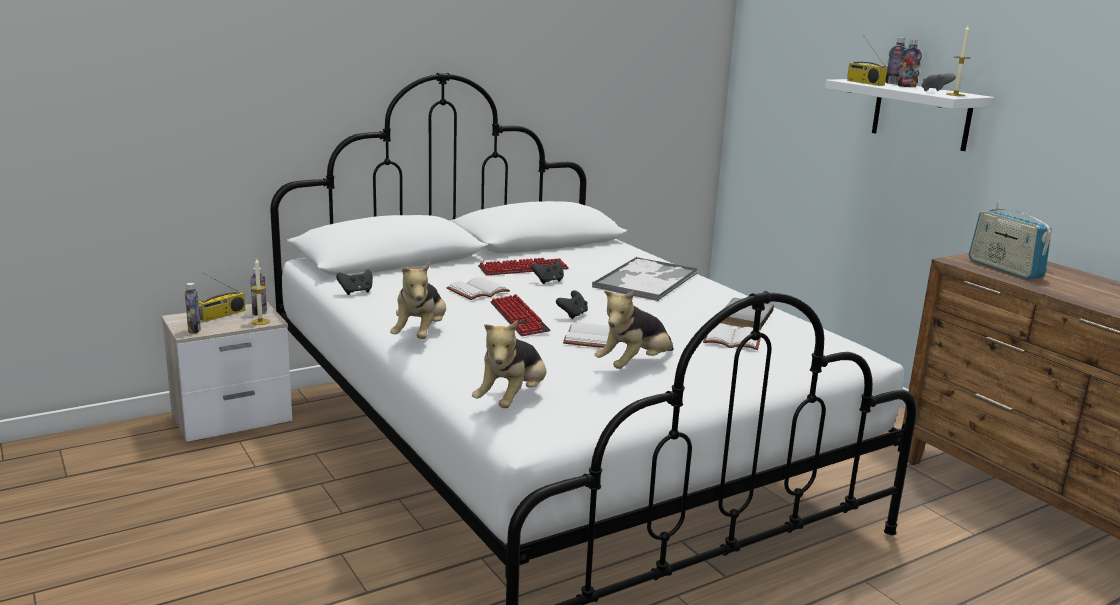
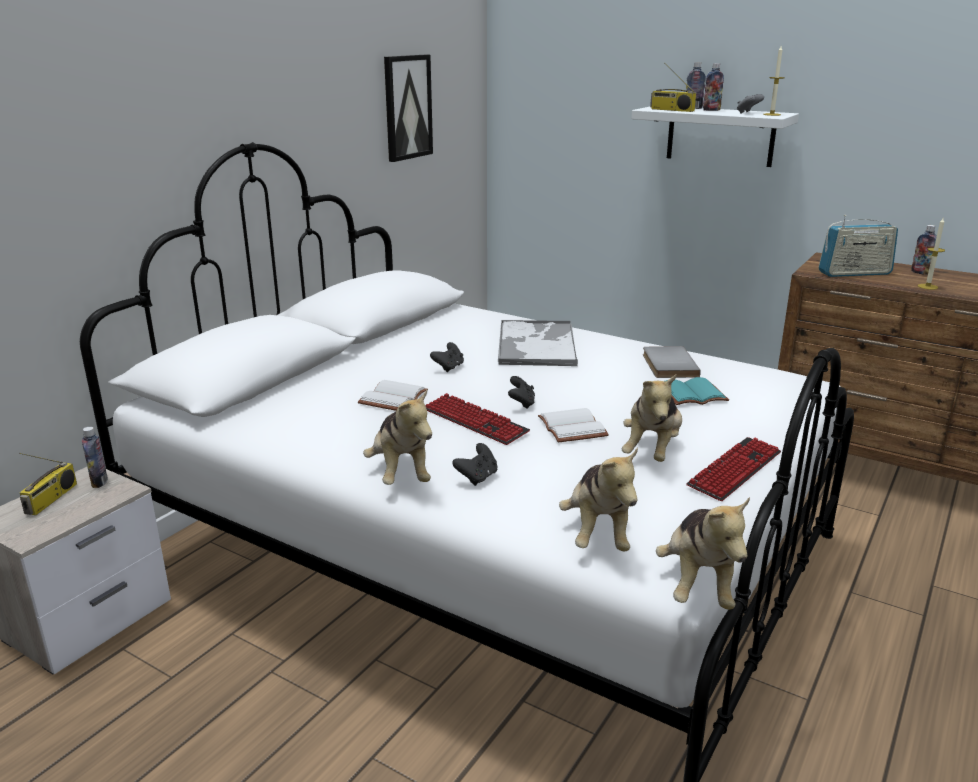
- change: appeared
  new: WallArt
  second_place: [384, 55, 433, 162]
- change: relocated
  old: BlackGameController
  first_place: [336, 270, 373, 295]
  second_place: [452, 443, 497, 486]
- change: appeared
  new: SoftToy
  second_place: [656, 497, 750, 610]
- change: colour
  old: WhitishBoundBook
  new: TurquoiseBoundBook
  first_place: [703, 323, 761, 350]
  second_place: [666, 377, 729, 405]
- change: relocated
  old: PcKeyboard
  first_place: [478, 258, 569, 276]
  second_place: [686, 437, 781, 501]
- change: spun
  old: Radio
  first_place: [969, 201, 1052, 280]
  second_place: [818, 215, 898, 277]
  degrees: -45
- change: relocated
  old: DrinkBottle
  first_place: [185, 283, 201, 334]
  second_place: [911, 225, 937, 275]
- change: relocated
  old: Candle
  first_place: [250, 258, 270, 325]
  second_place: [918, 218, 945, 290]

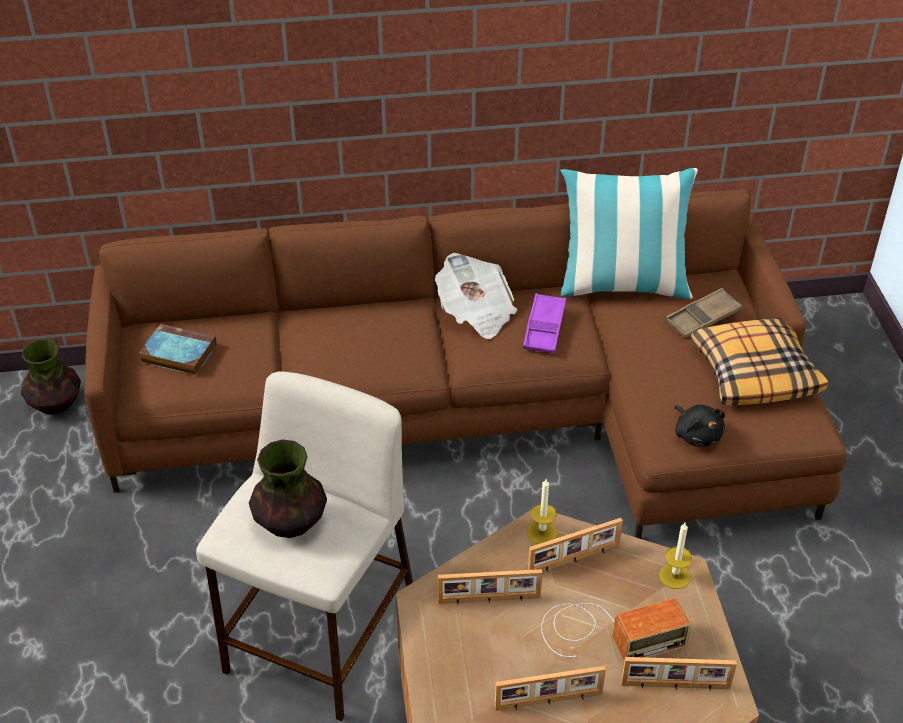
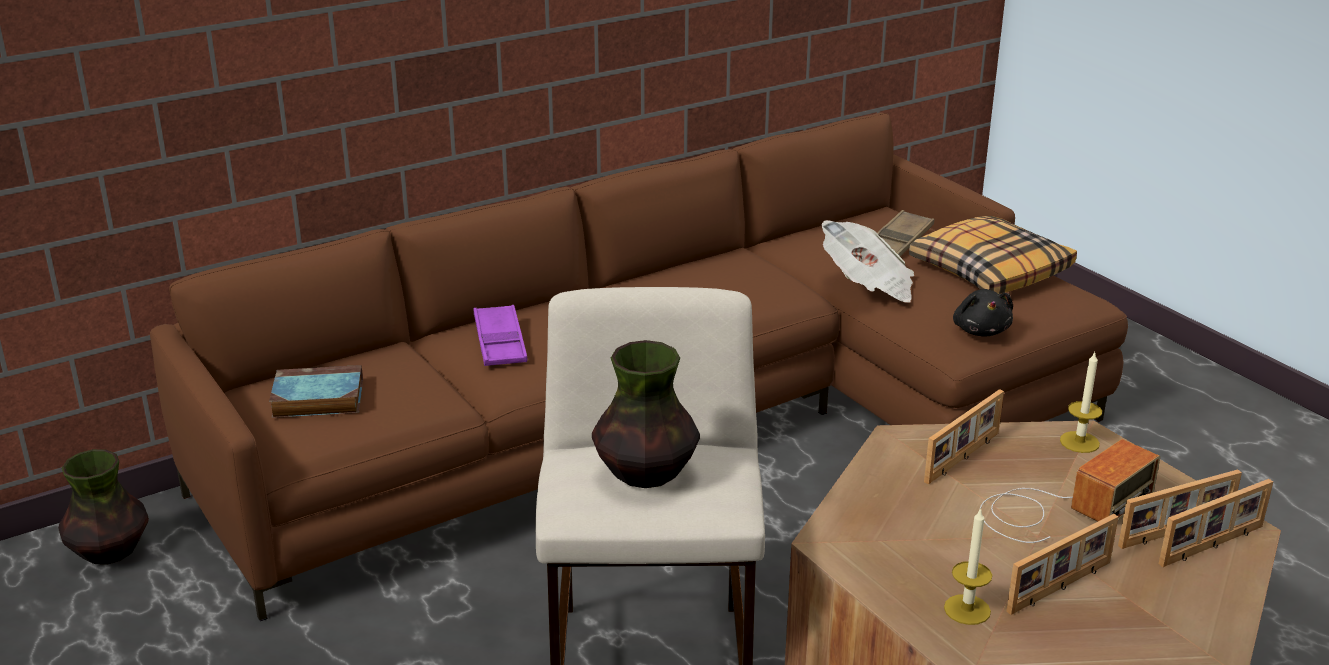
- change: relocated
  old: PurplishTray
  first_place: [523, 293, 566, 353]
  second_place: [473, 305, 527, 366]
- change: relocated
  old: DailyPaper
  first_place: [435, 253, 517, 339]
  second_place: [822, 220, 914, 303]
- change: relocated
  old: Candle
  first_place: [527, 479, 557, 544]
  second_place: [944, 507, 992, 625]
- change: spun
  old: BlackSoftToy
  first_place: [674, 405, 725, 447]
  second_place: [953, 289, 1013, 337]
  degrees: 45
- change: relocated
  old: StandingFrame
  first_place: [438, 569, 542, 604]
  second_place: [1159, 479, 1273, 567]
- change: missing
  old: Pillow
  first_place: [560, 168, 698, 299]

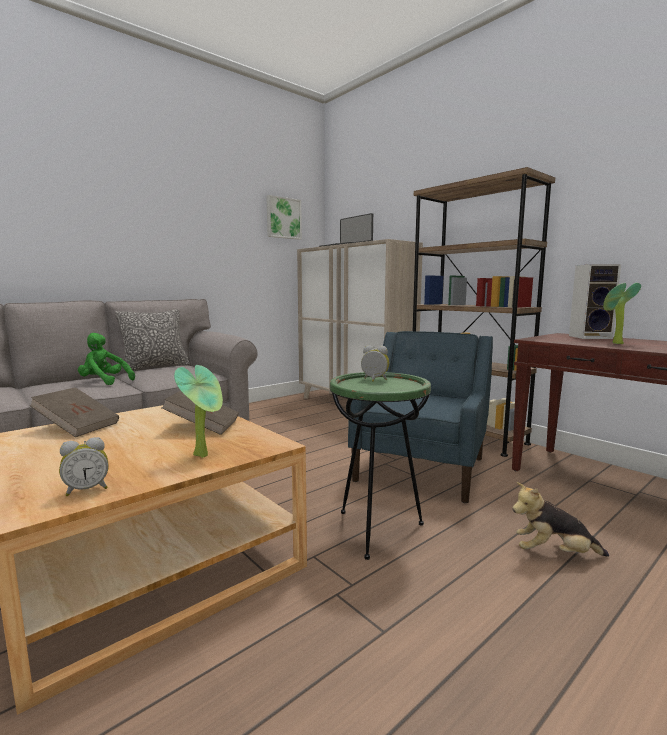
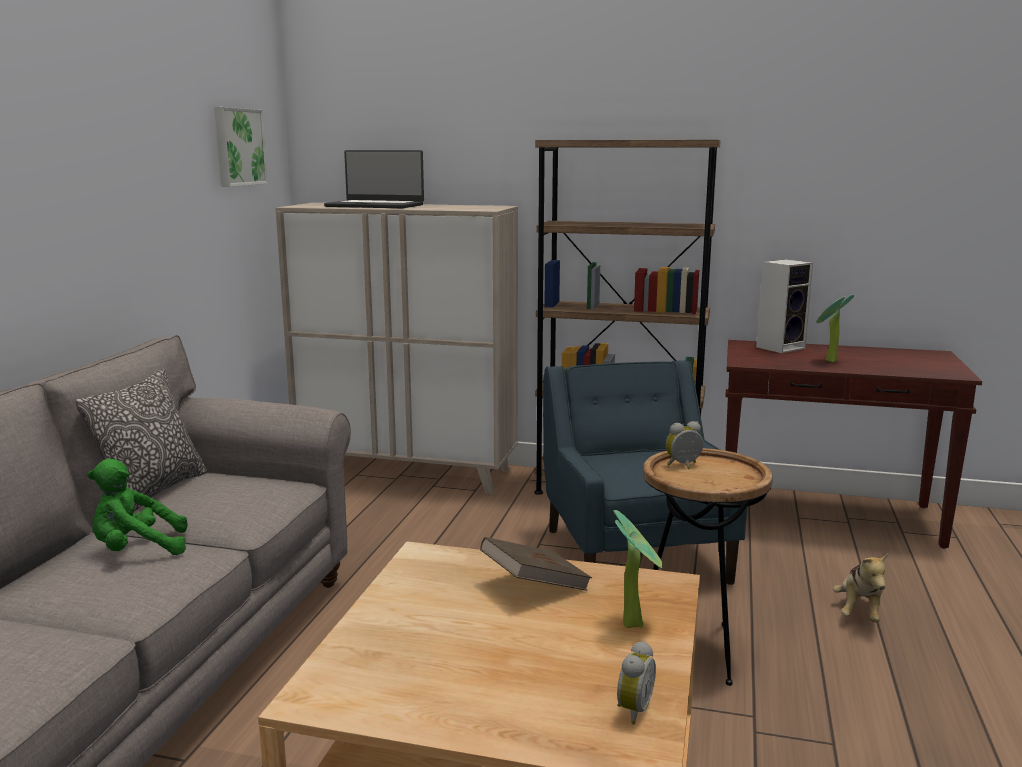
- change: colour
  old: GreenAccentTable
  new: BrownAccentTable
  first_place: [330, 372, 431, 560]
  second_place: [643, 448, 773, 686]
- change: spun
  old: SoftToy
  first_place: [512, 482, 609, 557]
  second_place: [833, 552, 889, 622]
  degrees: -45
- change: missing
  old: BrownBoundBook
  first_place: [29, 387, 119, 437]

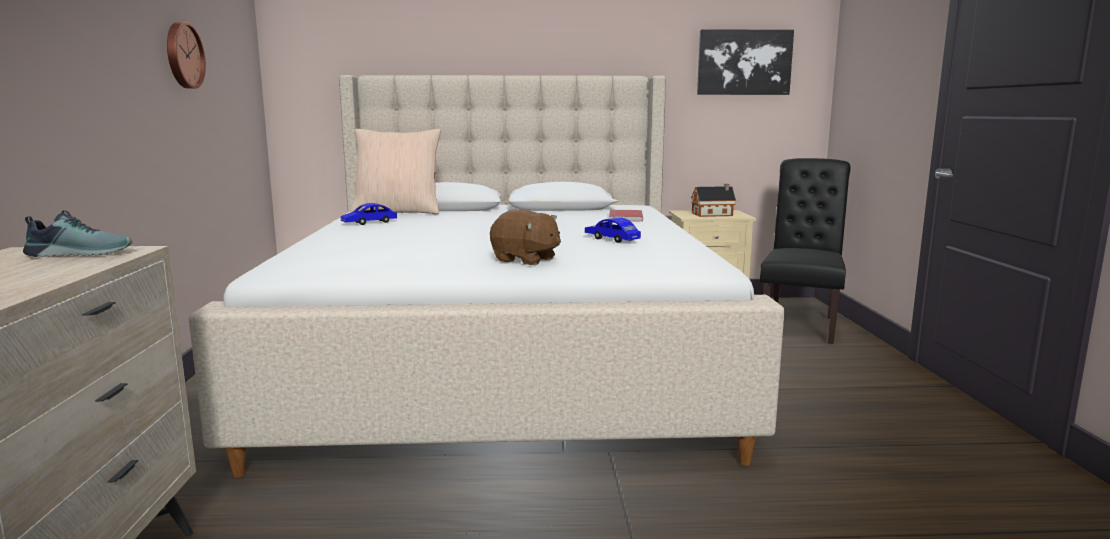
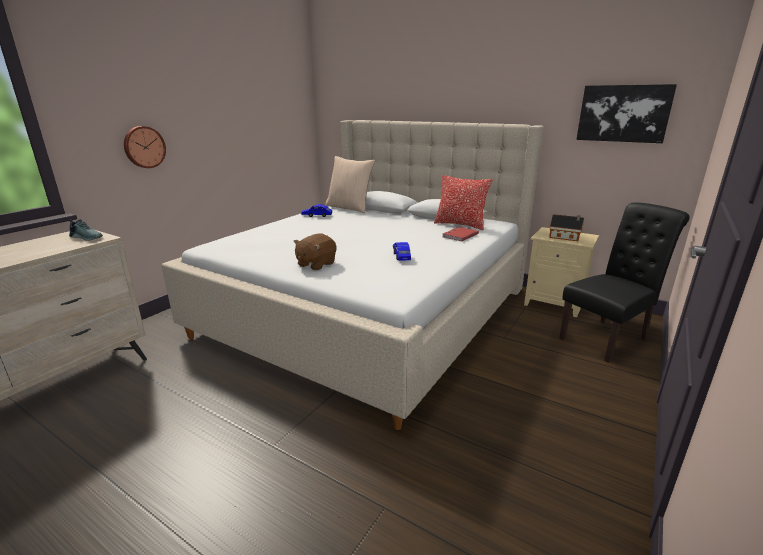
- change: relocated
  old: ClockOnTheWall
  first_place: [167, 22, 206, 89]
  second_place: [124, 126, 166, 168]
- change: spun
  old: BrownSoftToy
  first_place: [490, 209, 561, 265]
  second_place: [294, 233, 336, 271]
  degrees: 60
- change: appeared
  new: Pillow
  second_place: [434, 175, 493, 230]

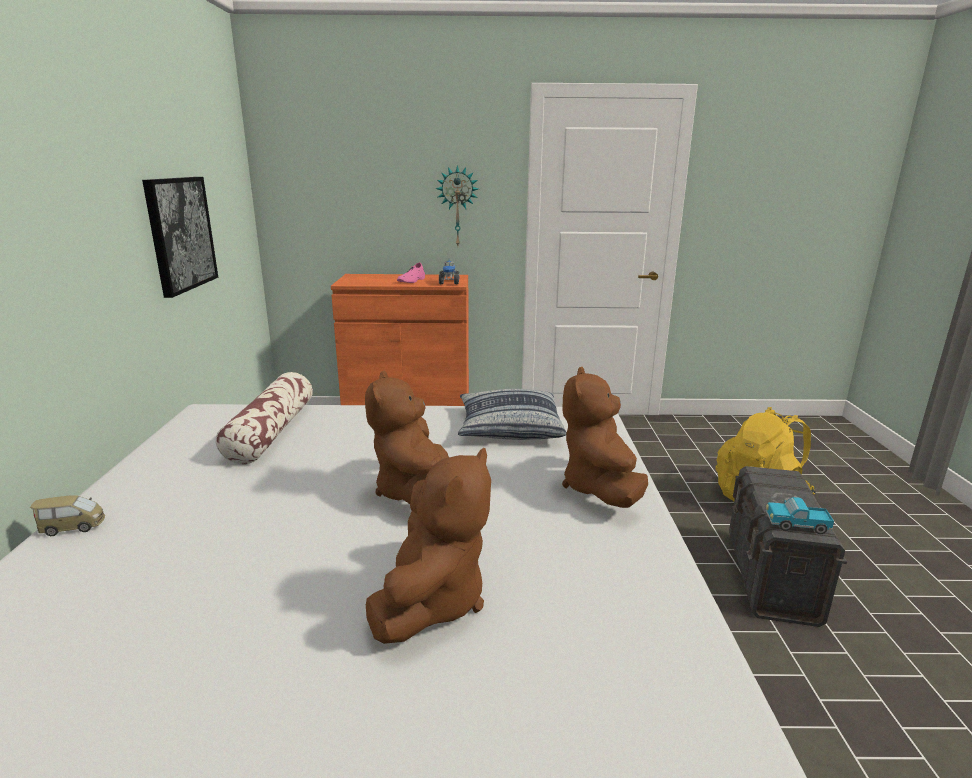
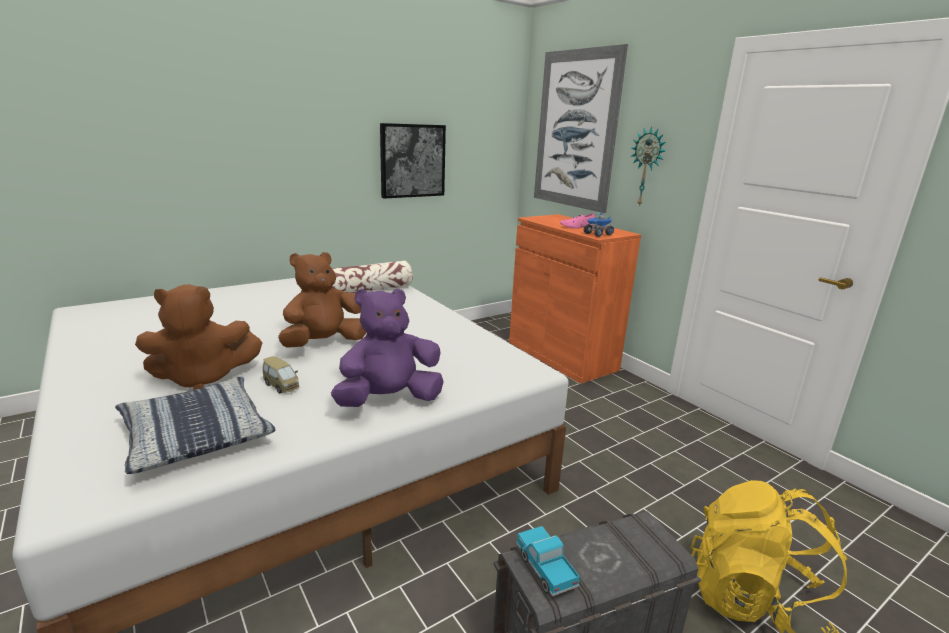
- change: relocated
  old: Pillow
  first_place: [458, 389, 567, 440]
  second_place: [115, 377, 276, 474]
- change: relocated
  old: ToyCar
  first_place: [30, 495, 105, 537]
  second_place: [263, 356, 299, 394]
- change: colour
  old: BrownSoftToy
  new: PurplishSoftToy
  first_place: [562, 367, 648, 508]
  second_place: [331, 288, 444, 407]
- change: appeared
  new: WallArt
  second_place: [534, 44, 628, 213]

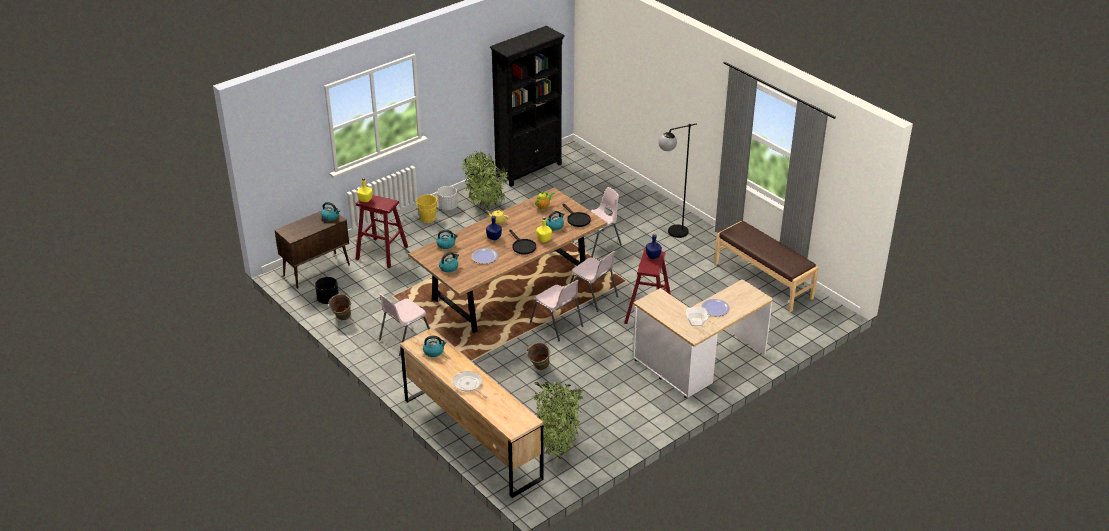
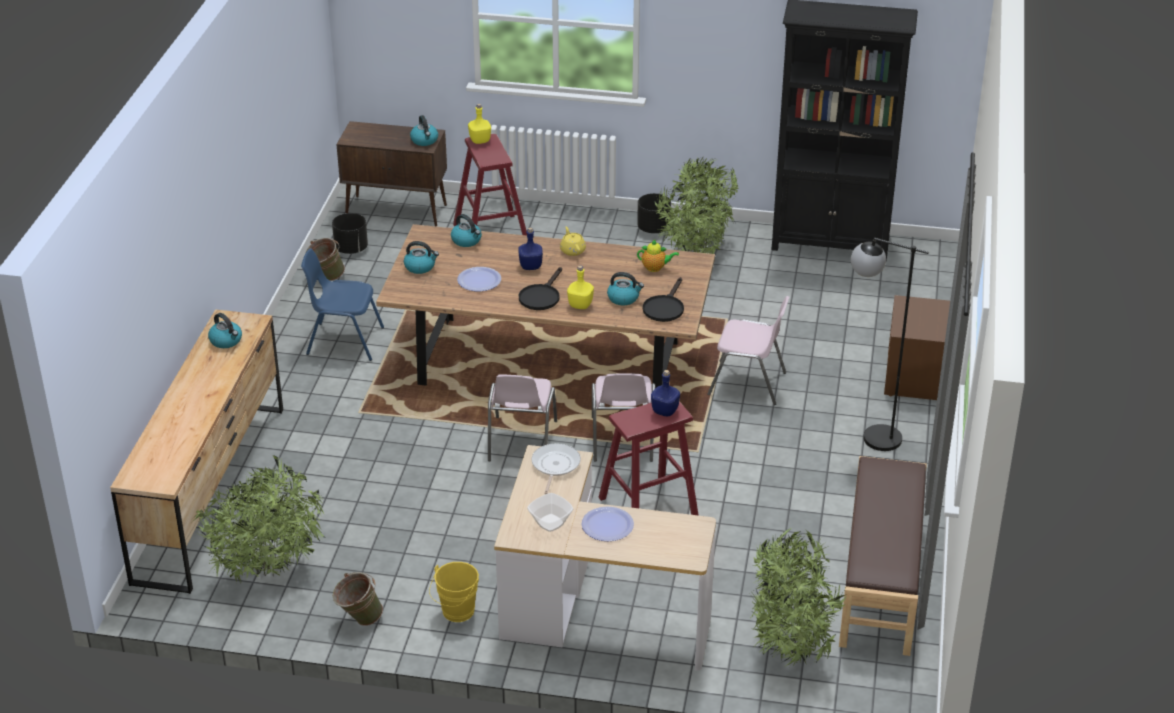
- change: colour
  old: PinkPlainChair
  new: BluishPlainChair
  first_place: [379, 293, 430, 356]
  second_place: [301, 248, 384, 361]
- change: relocated
  old: GreenWaterBucket
  first_place: [527, 343, 551, 370]
  second_place: [333, 572, 383, 626]
- change: relocated
  old: YellowWaterBucket
  first_place: [416, 195, 439, 223]
  second_place: [429, 562, 479, 622]
- change: relocated
  old: FryingPan
  first_place: [453, 371, 487, 398]
  second_place: [531, 443, 581, 494]
- change: colour
  old: WhitishPlantPot
  new: BlackPlantPot
  first_place: [437, 186, 458, 210]
  second_place: [637, 193, 671, 233]
- change: appeared
  new: PottedPlant
  second_place: [751, 528, 846, 669]
- change: appeared
  new: BrownBedsideTable
  second_place: [884, 295, 950, 400]

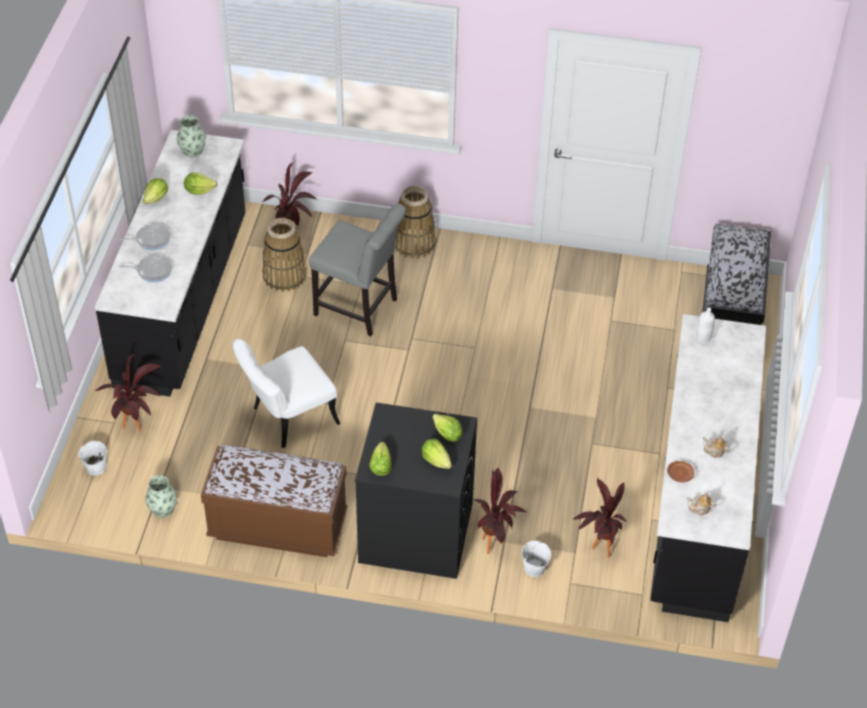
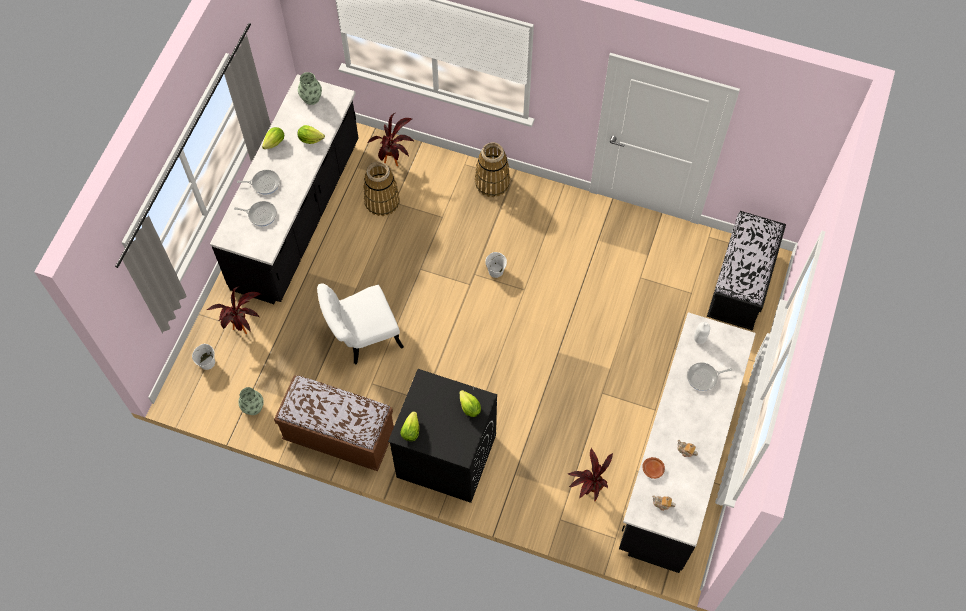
- change: relocated
  old: WhitishWaterBucket
  first_place: [522, 541, 551, 577]
  second_place: [485, 252, 507, 278]
- change: appeared
  new: FryingPan
  second_place: [687, 362, 732, 391]
- change: missing
  old: GrayPlainChair
  first_place: [309, 204, 406, 336]
- change: missing
  old: HeadOfLettuce
  first_place: [422, 439, 452, 469]
- change: missing
  old: PottedPlant
  first_place: [474, 468, 526, 554]

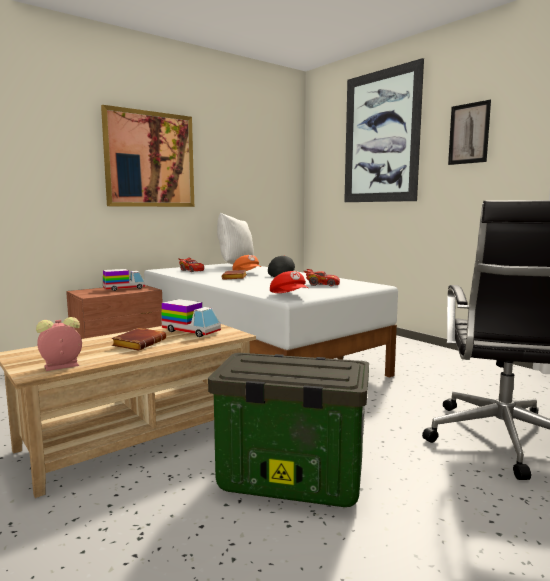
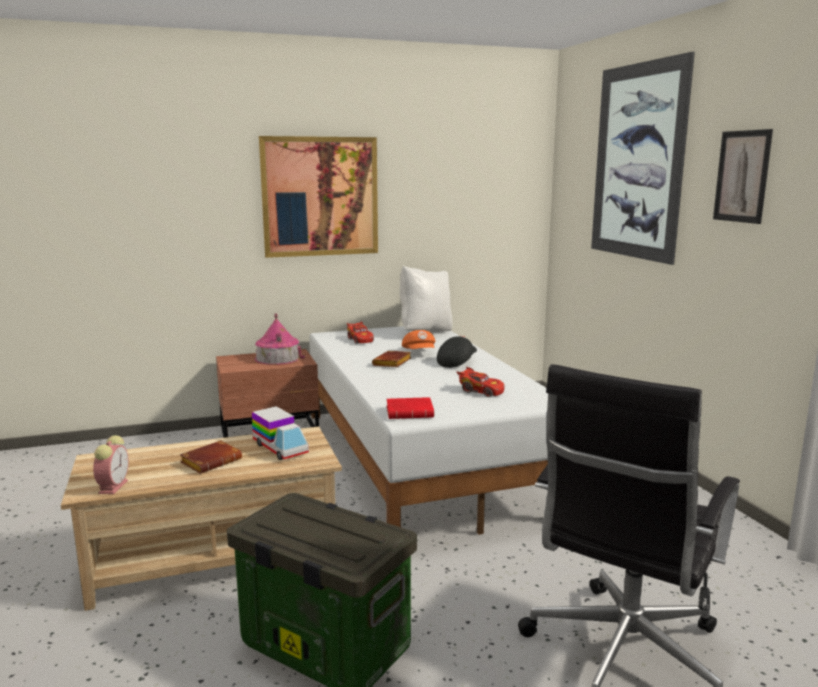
- change: spun
  old: BedsideClock
  first_place: [36, 317, 82, 371]
  second_place: [93, 435, 129, 494]
  degrees: 105
- change: exchanged
  old: ToyTruck
  new: ToyHouse
  first_place: [103, 269, 145, 291]
  second_place: [255, 313, 305, 365]
- change: exchanged
  old: RedColouredCap
  new: RedColouredBoundBook
  first_place: [270, 271, 308, 293]
  second_place: [387, 397, 434, 419]

